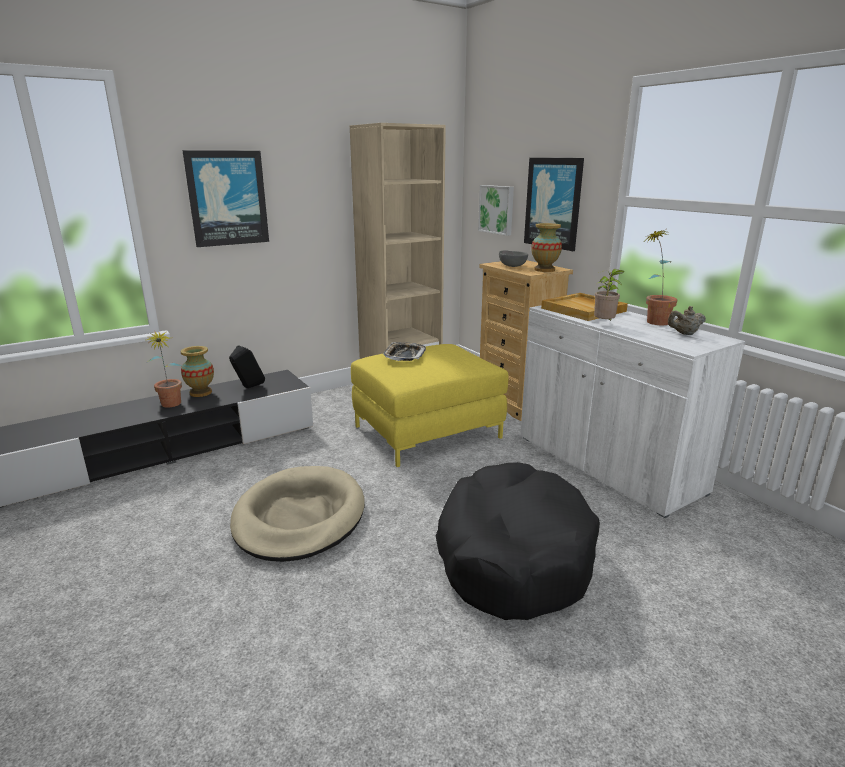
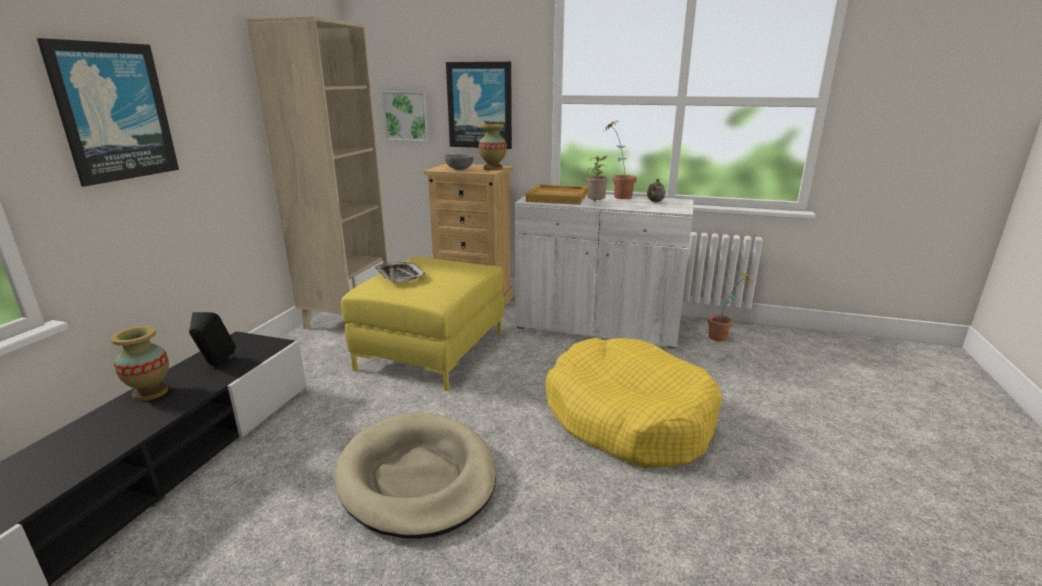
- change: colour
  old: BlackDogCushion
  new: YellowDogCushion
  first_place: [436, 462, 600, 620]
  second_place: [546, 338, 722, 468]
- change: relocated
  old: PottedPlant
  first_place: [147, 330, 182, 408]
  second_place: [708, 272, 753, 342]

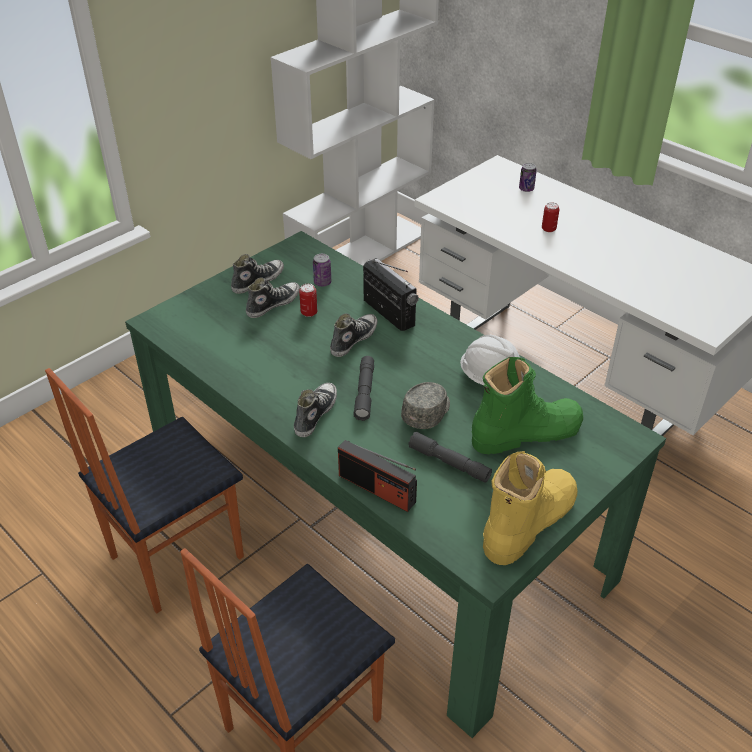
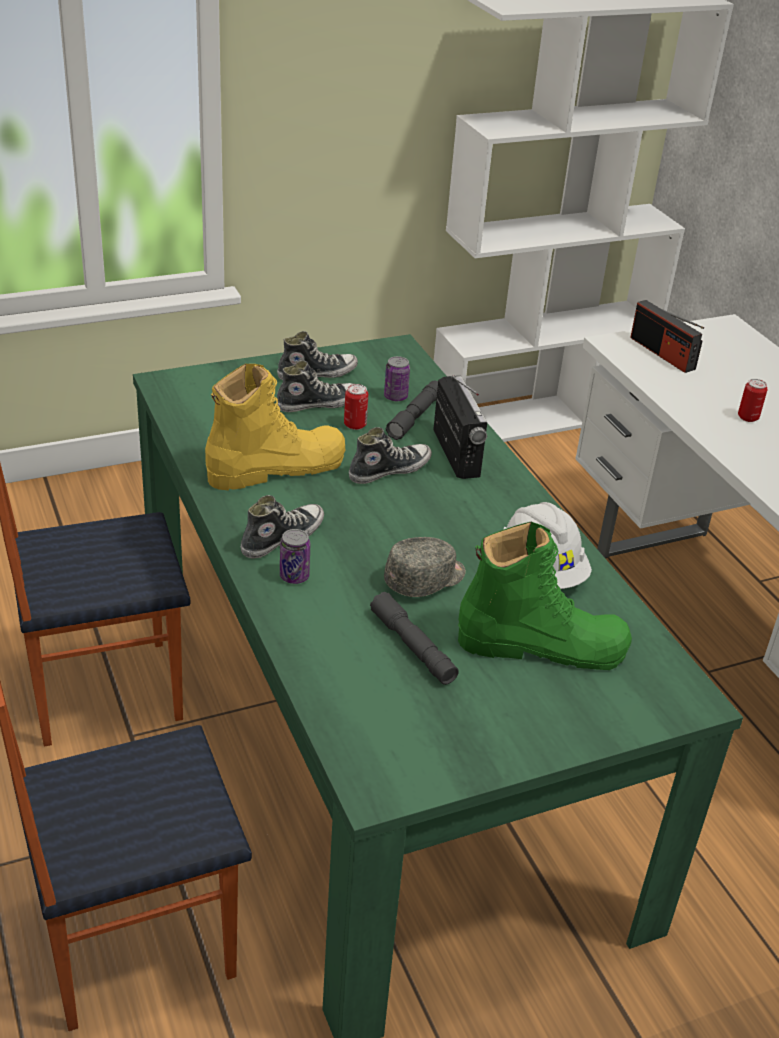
- change: relocated
  old: YellowBoot
  first_place: [483, 451, 577, 565]
  second_place: [205, 364, 345, 490]
- change: relocated
  old: SealedCan
  first_place: [519, 163, 537, 192]
  second_place: [280, 529, 310, 584]
- change: relocated
  old: GrayFlashlight
  first_place: [353, 356, 374, 421]
  second_place: [386, 380, 438, 440]
- change: relocated
  old: Radio
  first_place: [338, 440, 417, 512]
  second_place: [630, 300, 704, 373]

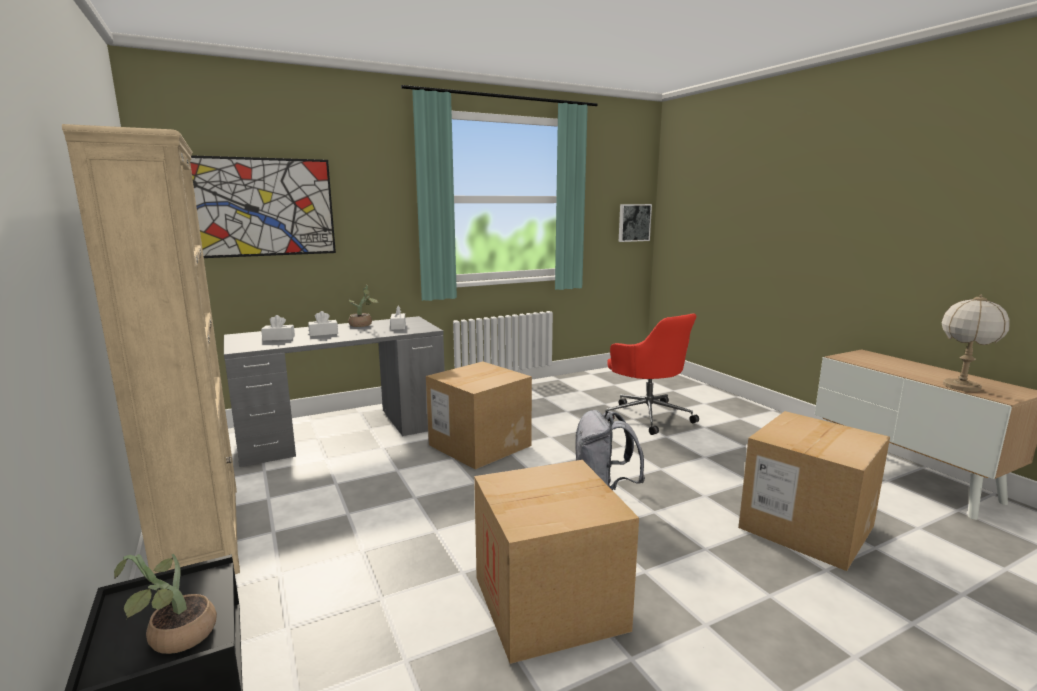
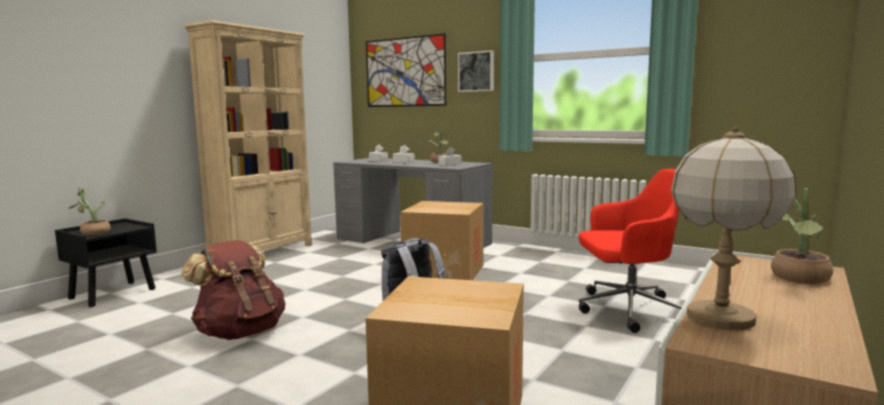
- change: exchanged
  old: CardboardBox
  new: BrownRucksack
  first_place: [474, 460, 639, 664]
  second_place: [181, 240, 285, 340]
- change: relocated
  old: WallArt
  first_place: [619, 204, 652, 242]
  second_place: [458, 50, 494, 92]
- change: spun
  old: RedColouredOfficeChair
  first_place: [607, 313, 699, 435]
  second_place: [579, 169, 682, 333]
  degrees: -120
- change: appeared
  new: PottedPlant
  second_place: [771, 188, 833, 284]

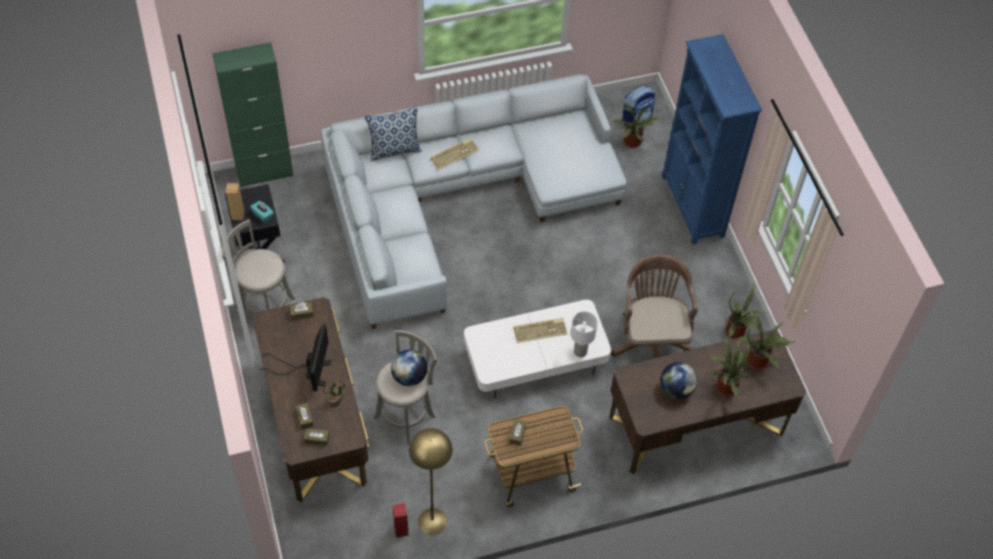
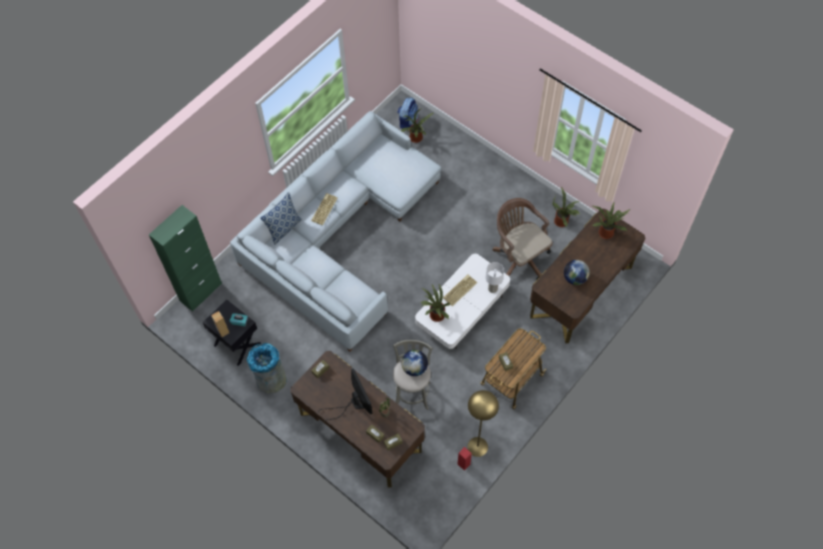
- change: exchanged
  old: GraySittingStool
  new: GrayRubbishBin
  first_place: [222, 219, 295, 319]
  second_place: [247, 343, 287, 393]
- change: relocated
  old: PottedPlant
  first_place: [709, 337, 749, 397]
  second_place: [420, 284, 450, 322]
- change: missing
  old: BluishShelvingUnit
  first_place: [662, 34, 762, 245]

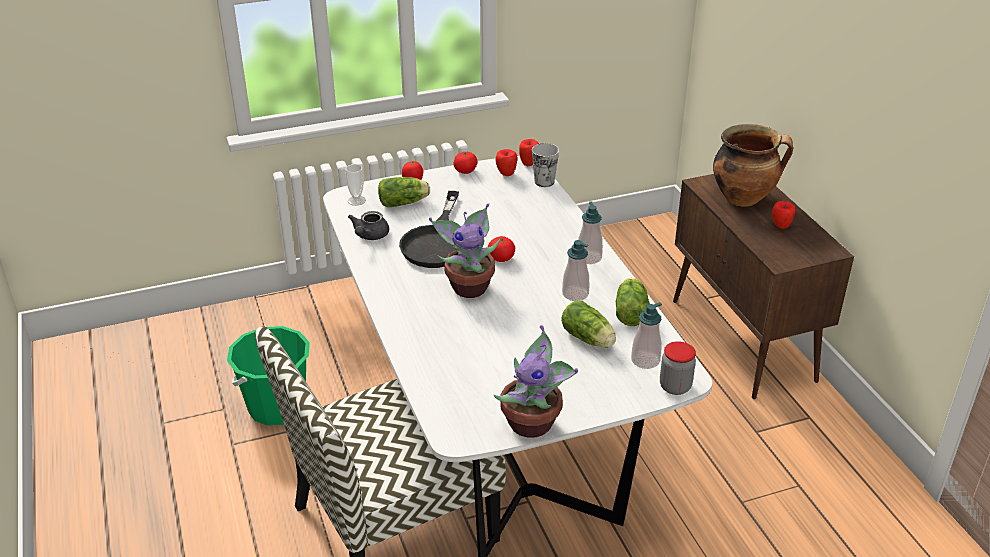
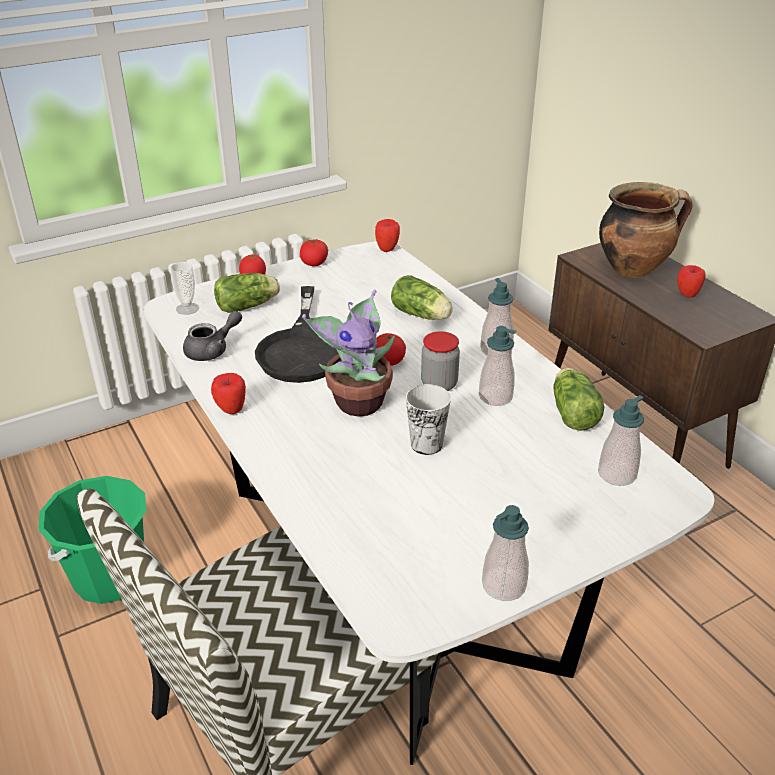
- change: spun
  old: GrayTeapot
  first_place: [348, 211, 389, 240]
  second_place: [183, 311, 242, 361]
  degrees: -135
- change: relocated
  old: Apple
  first_place: [496, 149, 518, 176]
  second_place: [211, 373, 246, 414]
- change: relocated
  old: HeadOfLettuce
  first_place: [561, 301, 616, 348]
  second_place: [391, 275, 453, 320]
- change: relocated
  old: Cup
  first_place: [532, 143, 559, 187]
  second_place: [406, 384, 451, 455]
- change: relocated
  old: StorageJar
  first_place: [660, 341, 696, 395]
  second_place: [421, 331, 460, 391]
- change: exchanged
  old: PottedPlant
  new: SoapDispenser
  first_place: [494, 325, 578, 438]
  second_place: [482, 505, 529, 601]

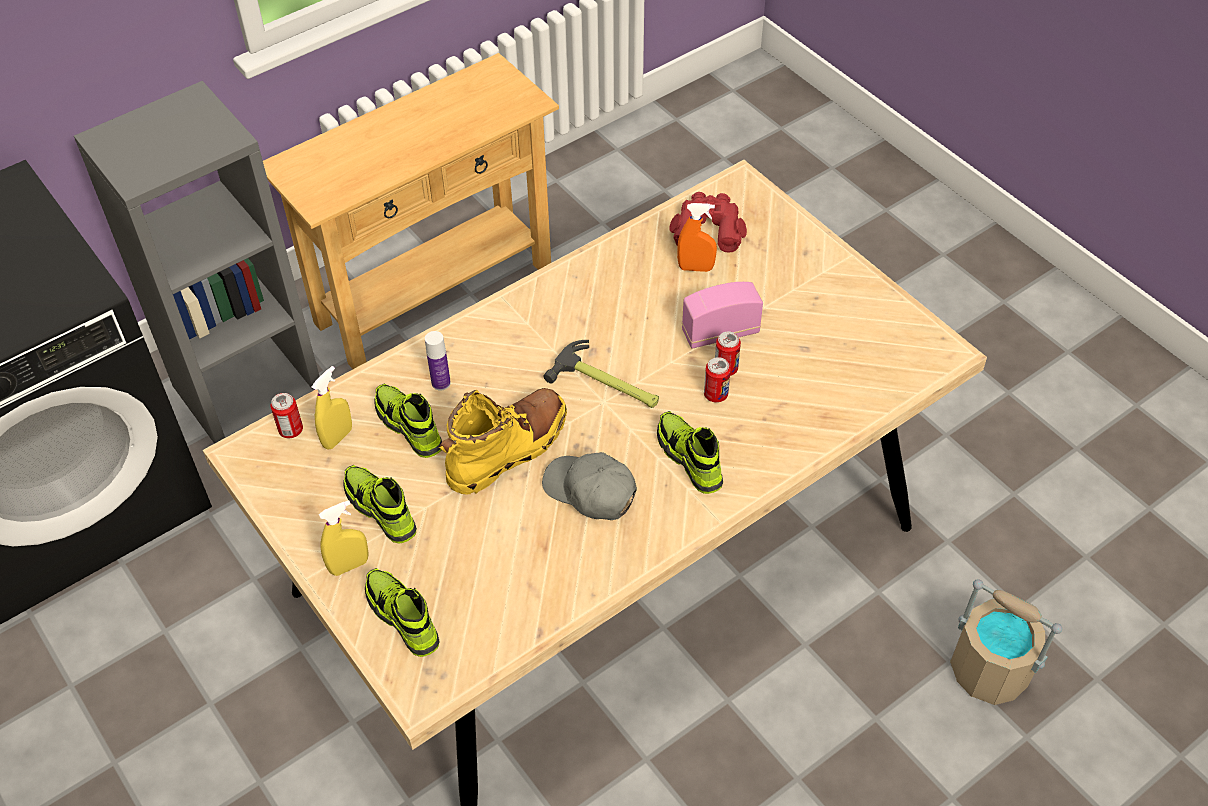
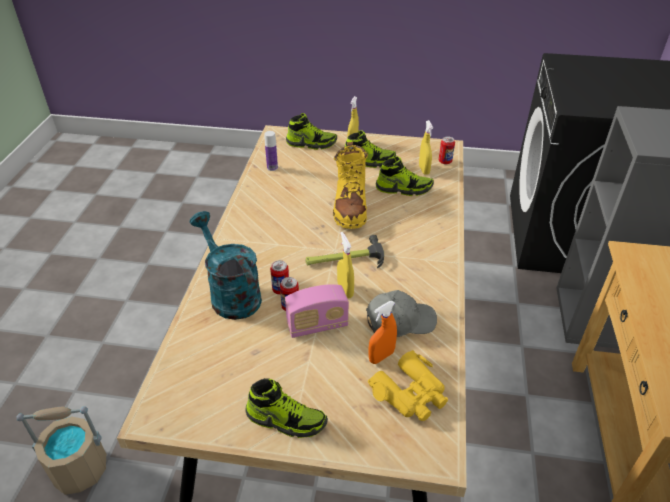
- change: appeared
  new: TurquoiseWateringCan
  second_place: [190, 211, 262, 320]
- change: relocated
  old: ItemOfFootwear
  first_place: [657, 411, 723, 494]
  second_place: [245, 378, 328, 438]
- change: relocated
  old: DrinkBottle
  first_place: [425, 331, 451, 391]
  second_place: [264, 131, 278, 171]
- change: spun
  old: Radio
  first_place: [682, 282, 763, 349]
  second_place: [285, 284, 349, 338]
  degrees: 45
- change: appeared
  new: YellowSprayBottle
  second_place: [337, 232, 354, 299]
- change: relocated
  old: GrayCap
  first_place: [542, 452, 637, 520]
  second_place: [366, 290, 437, 337]
- change: colour
  old: RedColouredBinoculars
  new: YellowBinoculars
  first_place: [669, 192, 747, 253]
  second_place: [368, 350, 448, 421]

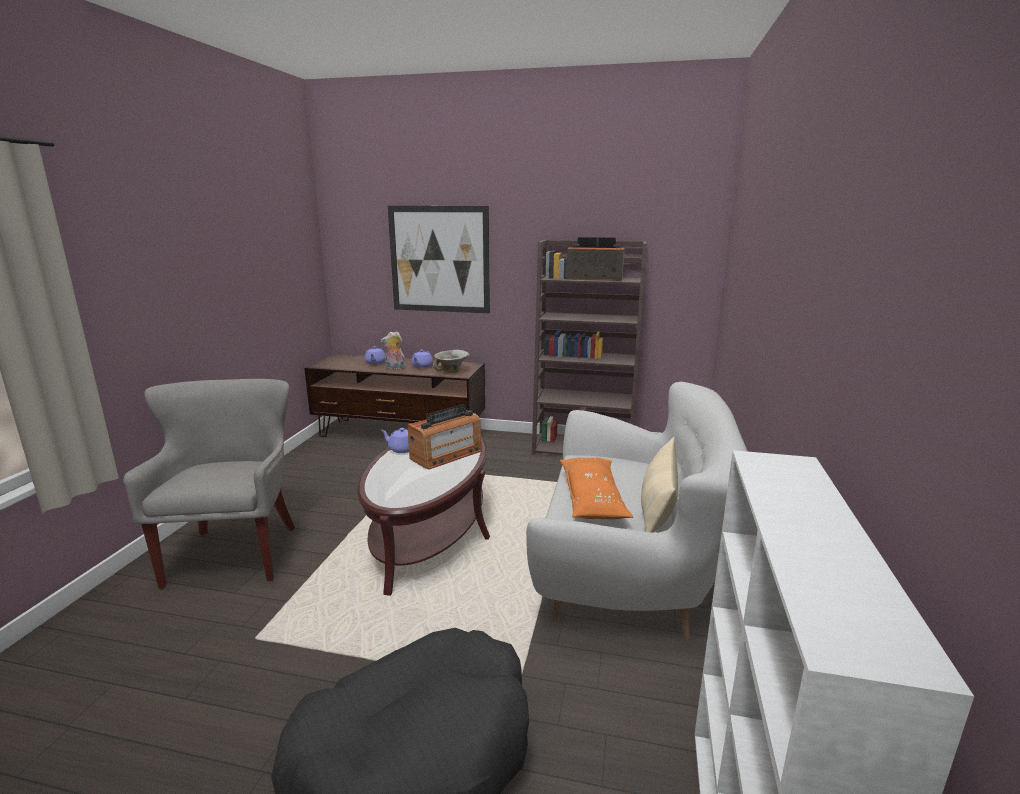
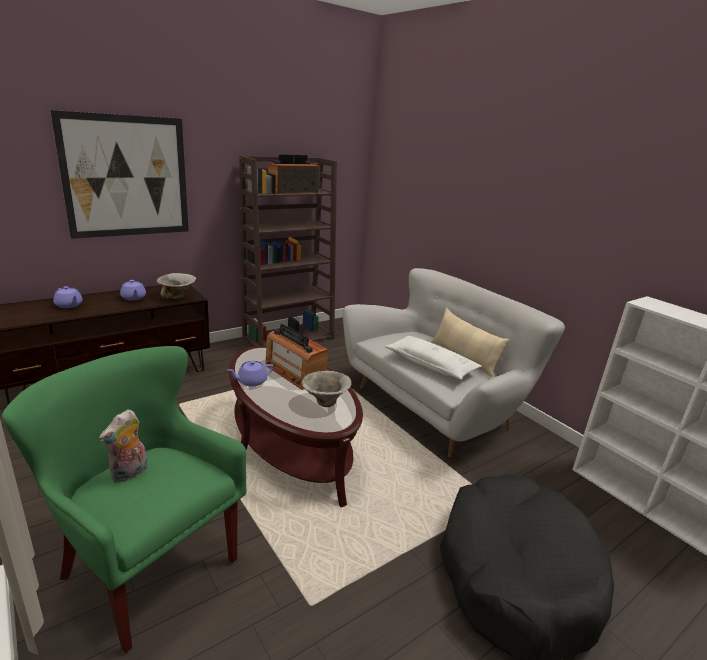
- change: colour
  old: GrayArmchair
  new: GreenArmchair
  first_place: [123, 379, 296, 589]
  second_place: [2, 346, 246, 654]
- change: relocated
  old: SoftToy
  first_place: [380, 331, 405, 370]
  second_place: [99, 409, 147, 483]
- change: spun
  old: Radio
  first_place: [408, 404, 482, 470]
  second_place: [265, 324, 328, 390]
  degrees: 135
- change: appeared
  new: ServingBowl
  second_place: [302, 371, 351, 407]
- change: colour
  old: OrangePillow
  new: WhitishPillow
  first_place: [560, 458, 633, 519]
  second_place: [384, 336, 482, 380]

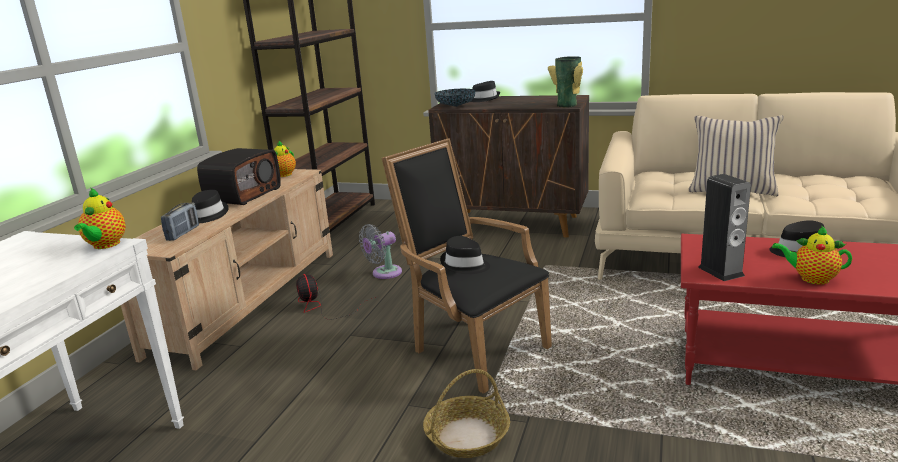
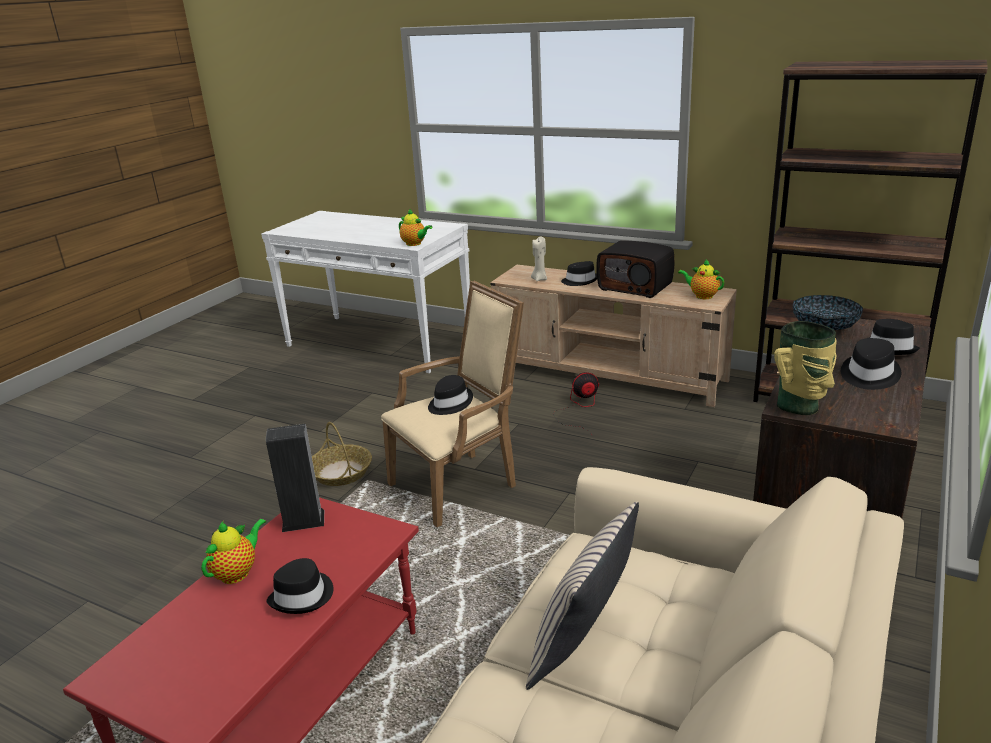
- change: colour
  old: BlackArmchair
  new: BeigeColouredArmchair
  first_place: [382, 138, 552, 394]
  second_place: [381, 281, 524, 527]
- change: spun
  old: Teapot
  first_place: [74, 188, 125, 249]
  second_place: [399, 209, 432, 246]
  degrees: -150
- change: exchanged
  old: Radio
  new: BeigeColouredCandle
  first_place: [161, 202, 199, 241]
  second_place: [531, 237, 547, 281]
- change: appeared
  new: BlackWearableHat
  second_place: [841, 338, 901, 390]
- change: missing
  old: GrayElectricFan
  first_place: [359, 224, 402, 279]

